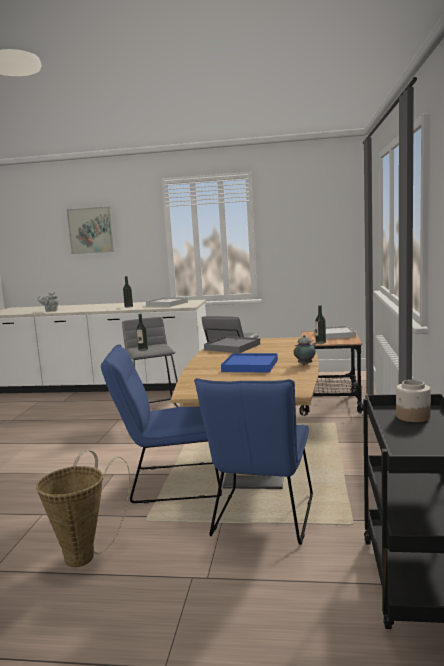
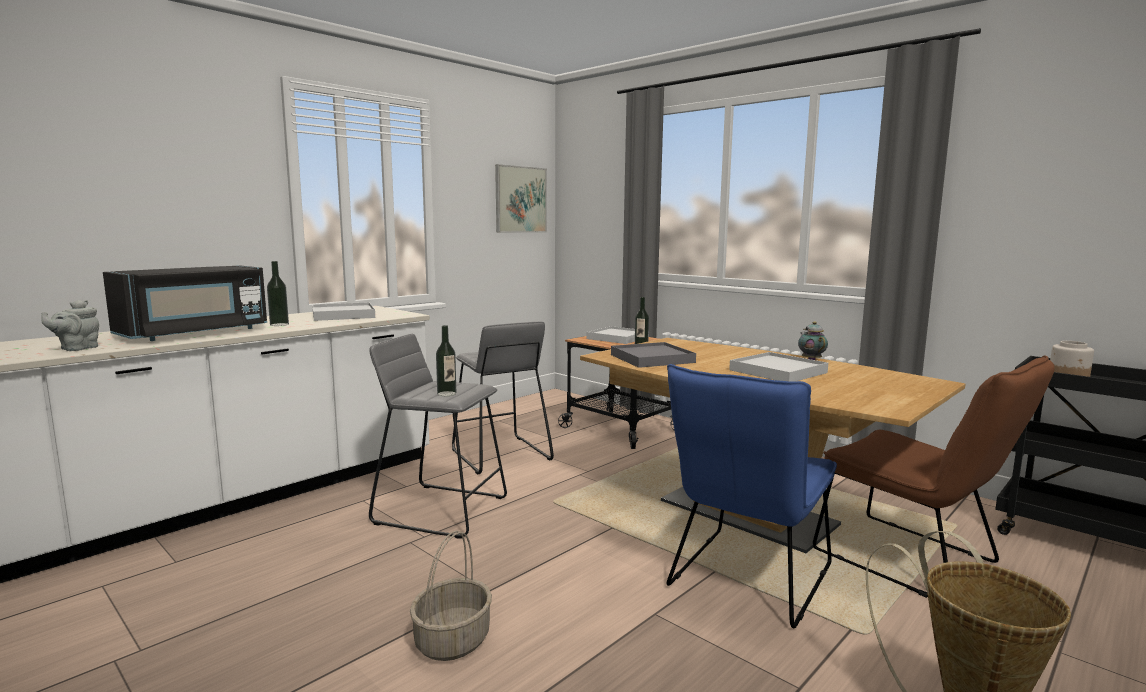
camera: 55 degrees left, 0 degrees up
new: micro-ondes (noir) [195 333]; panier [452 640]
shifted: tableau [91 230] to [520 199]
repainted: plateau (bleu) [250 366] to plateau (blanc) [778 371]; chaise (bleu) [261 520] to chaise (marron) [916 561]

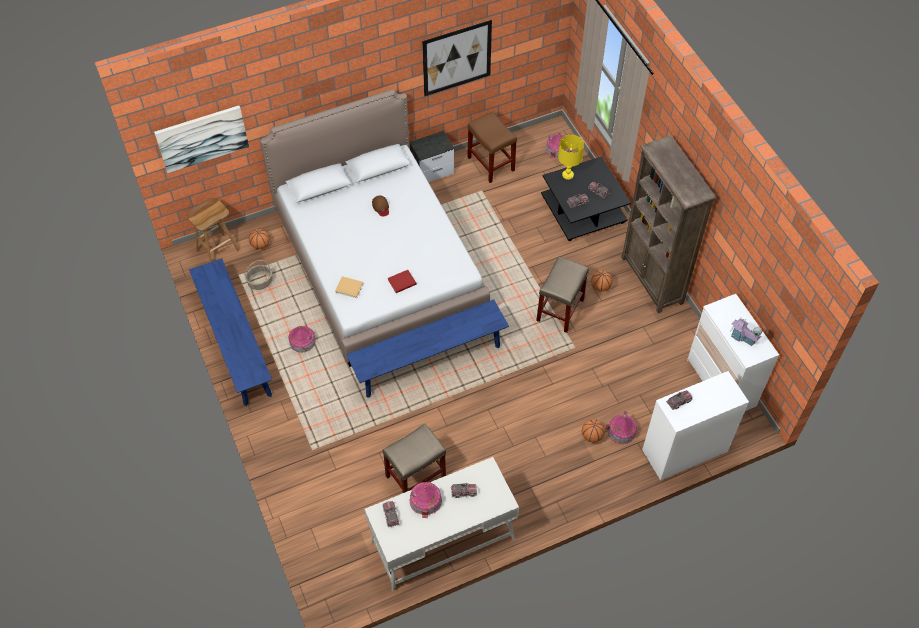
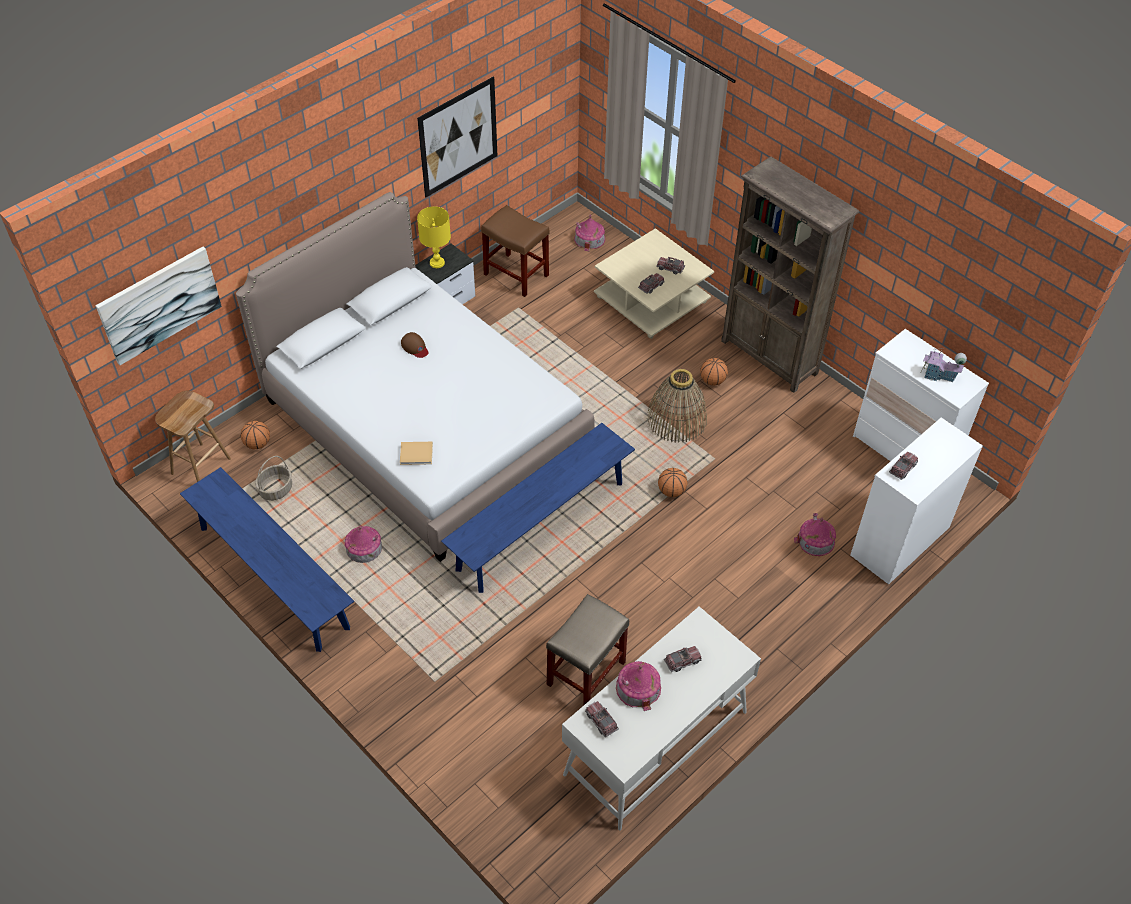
camera: 20 degrees left, 5 degrees down
gone: livre (rouge) [401 282]
shifted: lampe de table (jaune) [568 175] to [437 262]; ballon de basket [592 436] to [671 491]
swapped: tabouret (beige) [560 309] to panier [676 419]
repainted: table basse (noir) [582 210] to table basse (beige) [650 299]

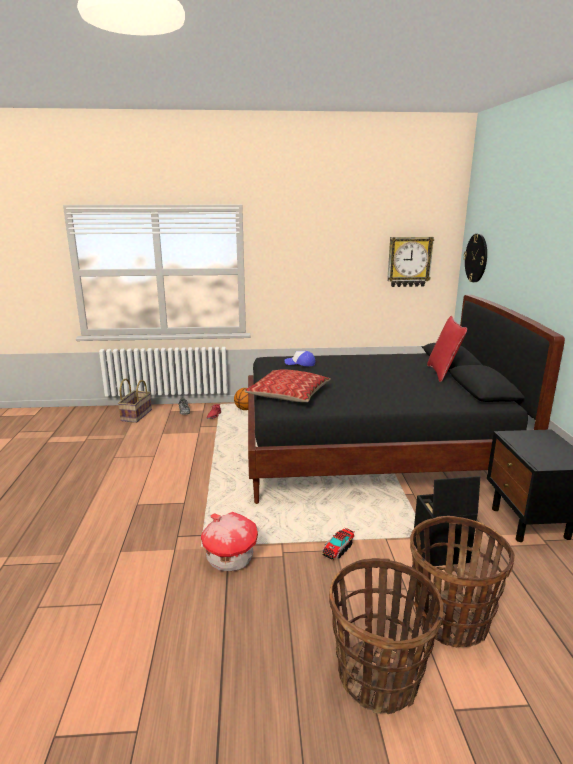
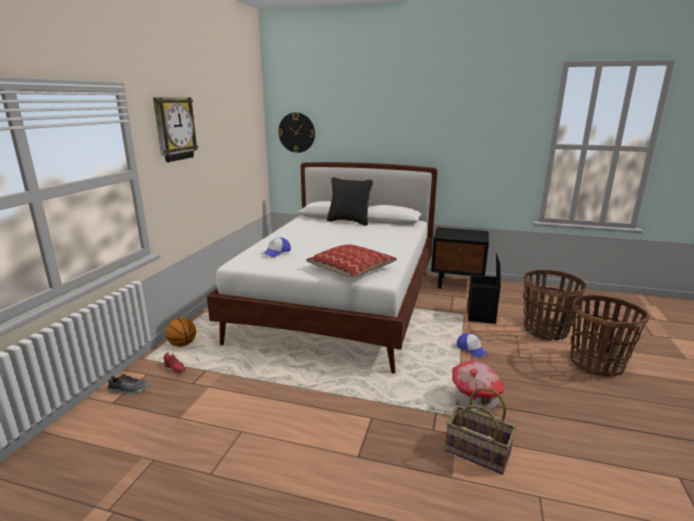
camera: 70 degrees left, 0 degrees up
shifted: horloge murale [409 261] to [174 129]; panier [136 415] to [476 453]
swapped: camion jouet [338 549] to casquette [471 349]
repainted: lit (noir) [372 452] to lit (blanc) [341 304]; coussin (rouge) [442 373] to coussin (noir) [349 221]

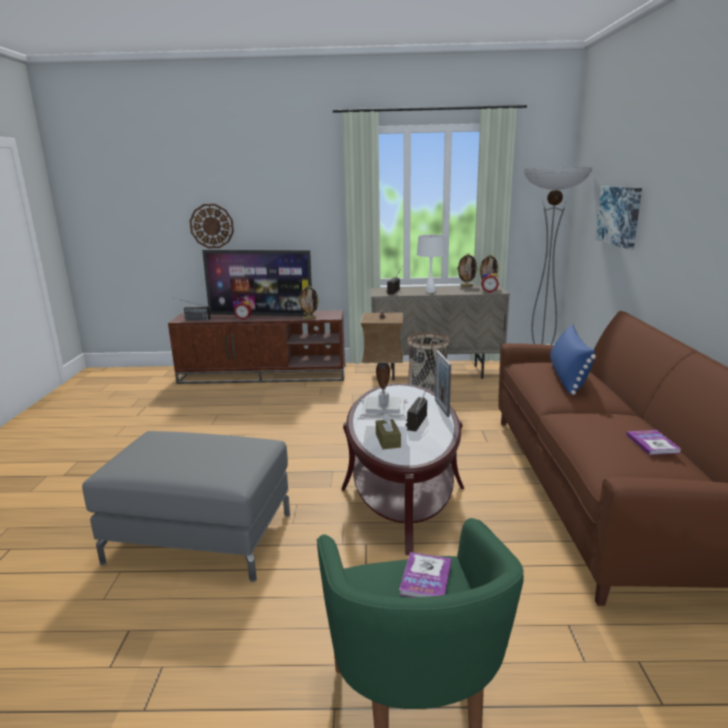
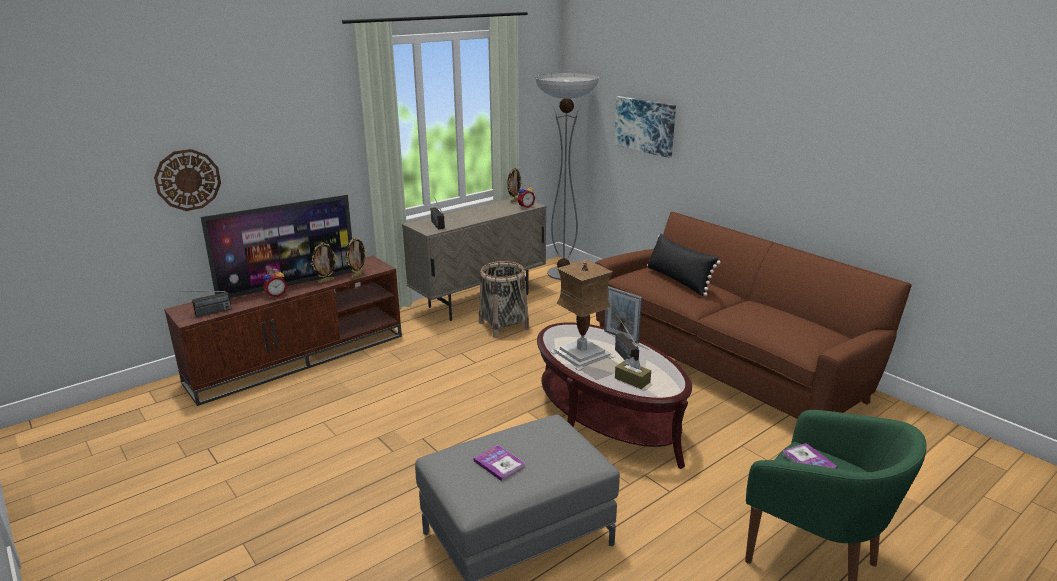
camera: 40 degrees left, 5 degrees up
gone: lampe de table (blanc) [430 291]
shifted: cadre photo [466 286] to [326 281]; livre [652 444] to [499 464]
repainted: coussin (bleu) [567 377] to coussin (noir) [678 280]

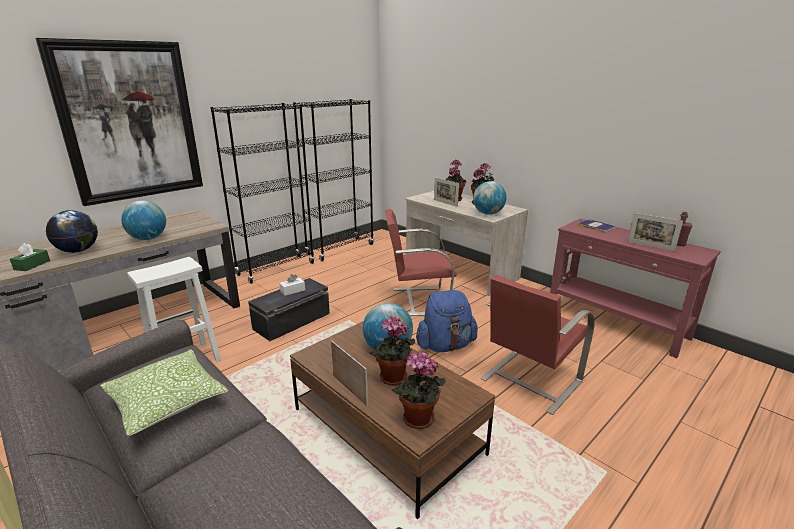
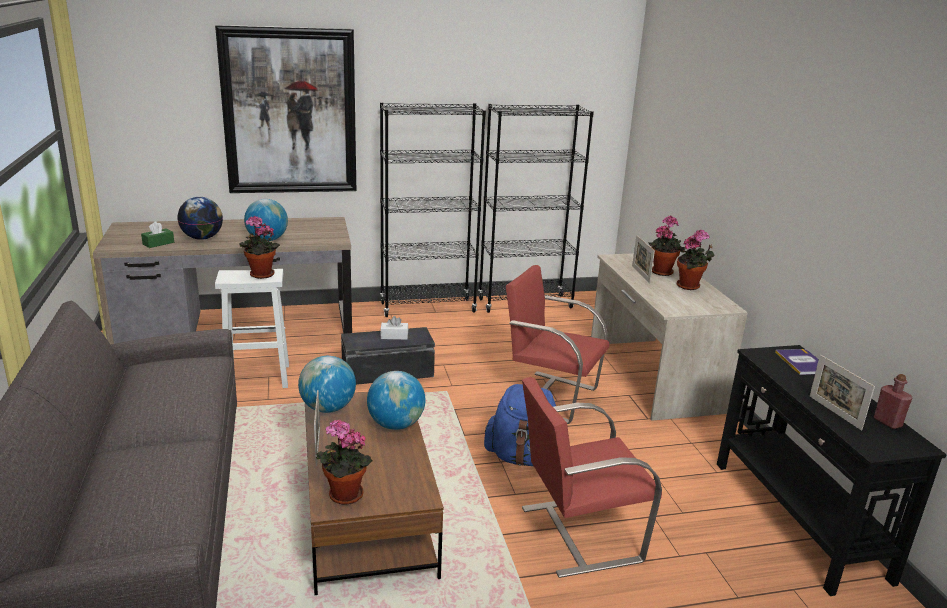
camera: 30 degrees right, 0 degrees up
gone: coussin [167 401]
shifted: globe [488 213] to [328 408]; plante en pot [393 379] to [260 275]
repainted: table console (rouge) [616 323] to table console (noir) [797 519]

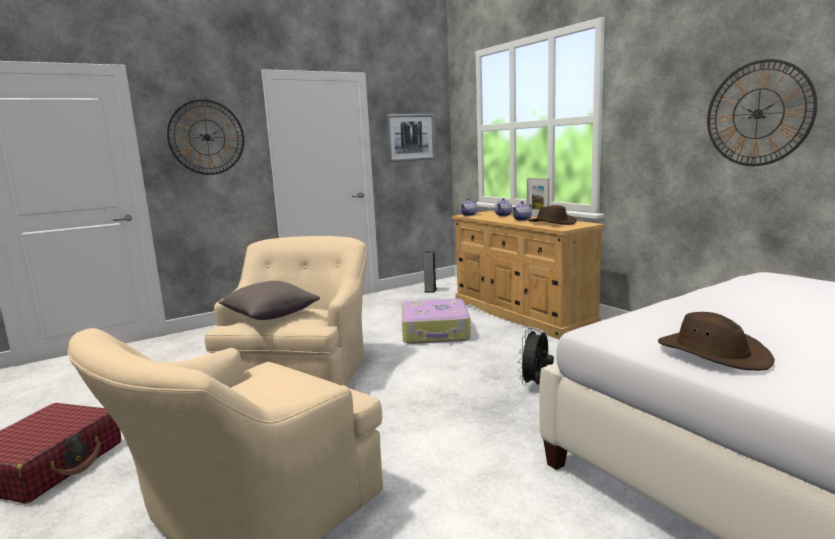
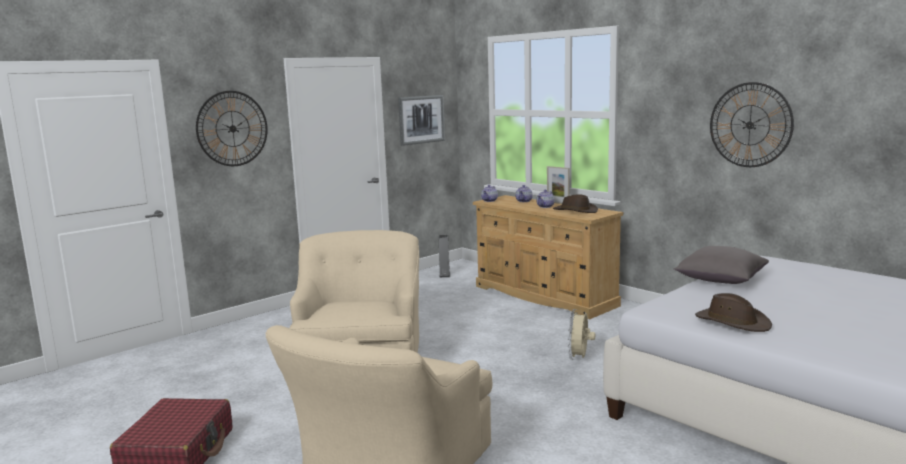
camera: 10 degrees left, 0 degrees up
gone: valise [435 332]
shifted: coussin (gris) [270 315] to [720 280]
repainted: ventilateur (noir) [535 384] to ventilateur (beige) [579 358]

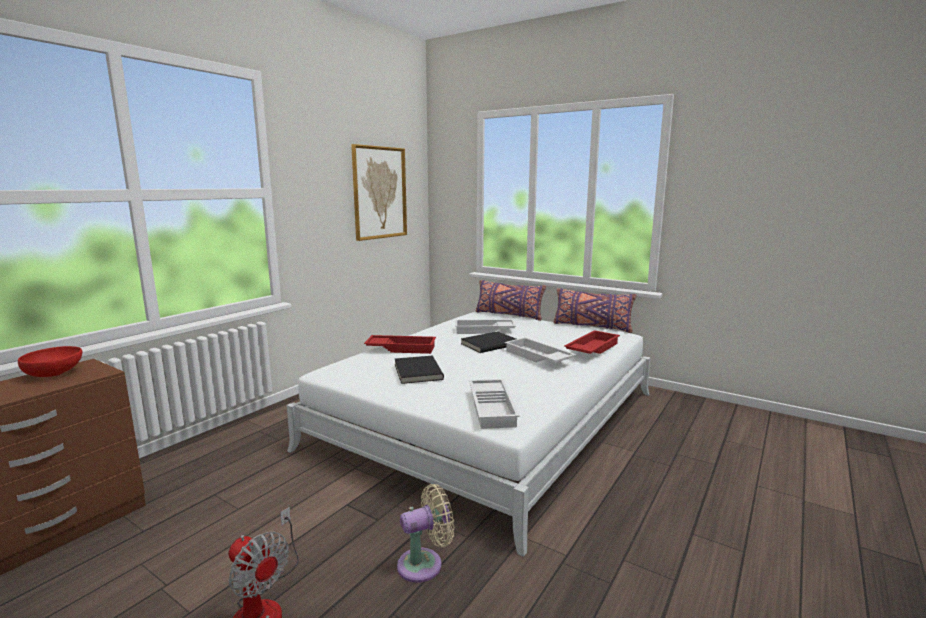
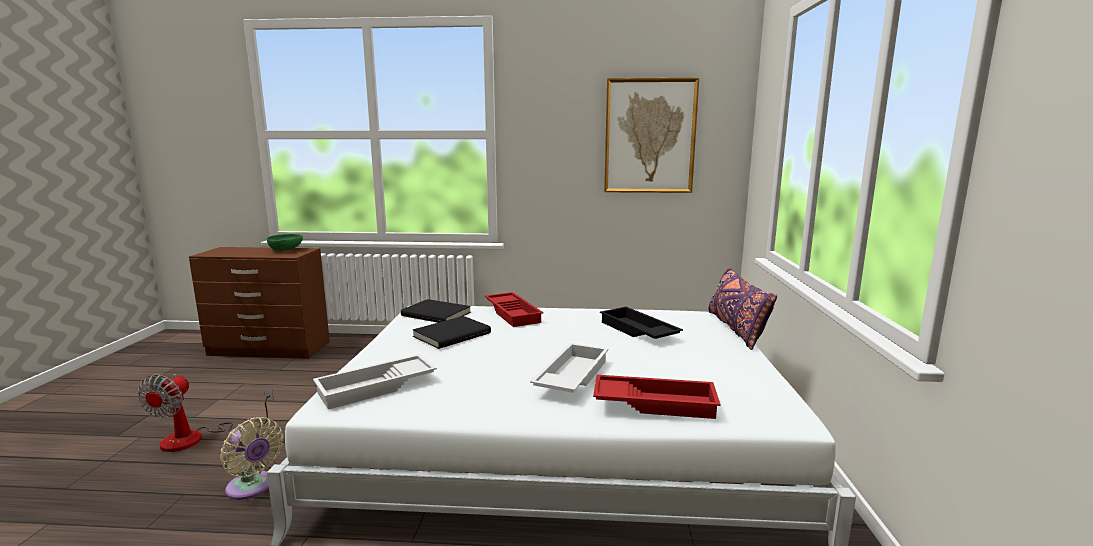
camera: 60 degrees right, 0 degrees up
gone: coussin (violet) [592 327]
shifted: livre (noir) [488 344] to [437 313]
repainted: plateau (blanc) [484 330] to plateau (noir) [637 331]; bol (rouge) [55 373] to bol (vert) [286 250]

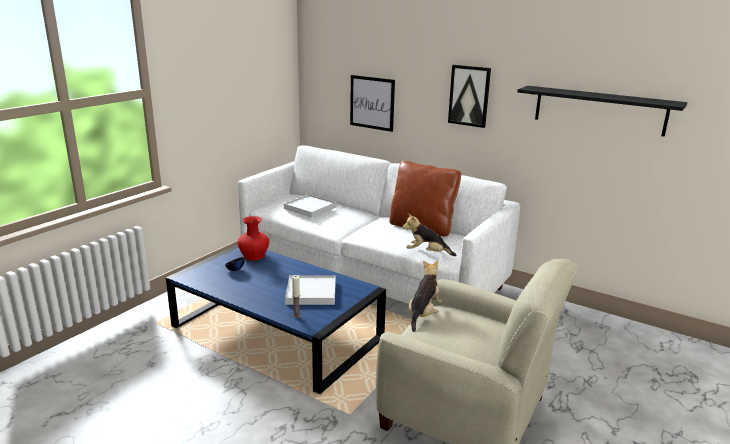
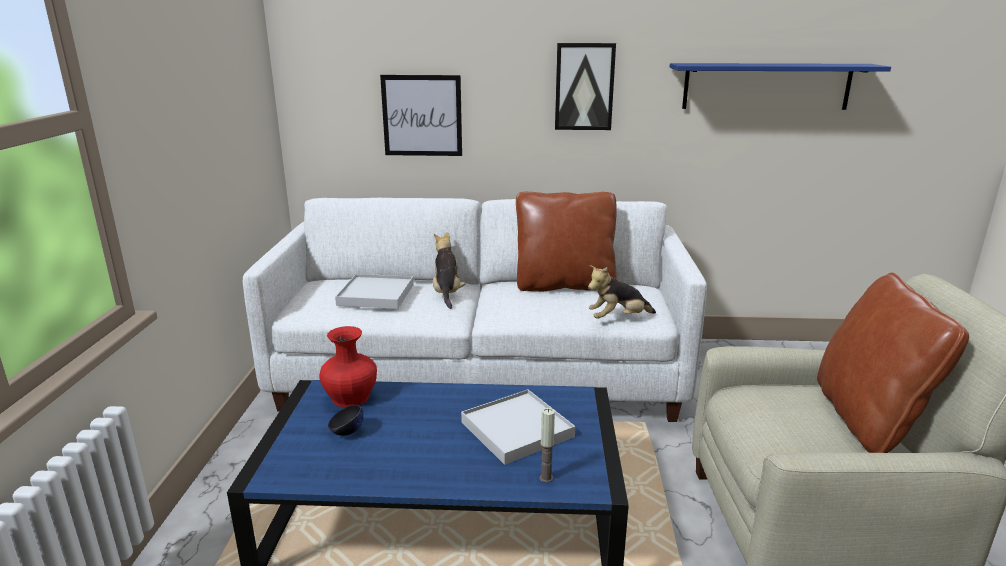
camera: 30 degrees left, 0 degrees up
new: coussin (marron) [868 420]
shifted: peluche [423 314] to [447 293]
repainted: étagère (noir) [599 110] to étagère (bleu) [766 86]

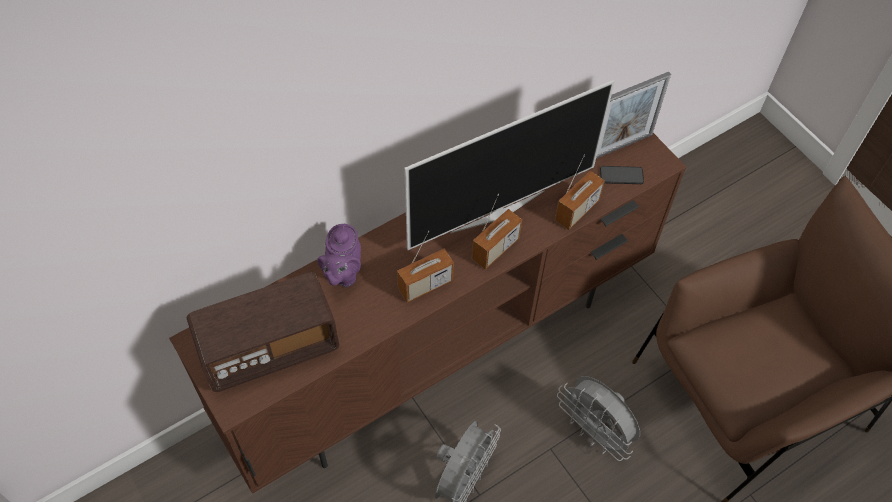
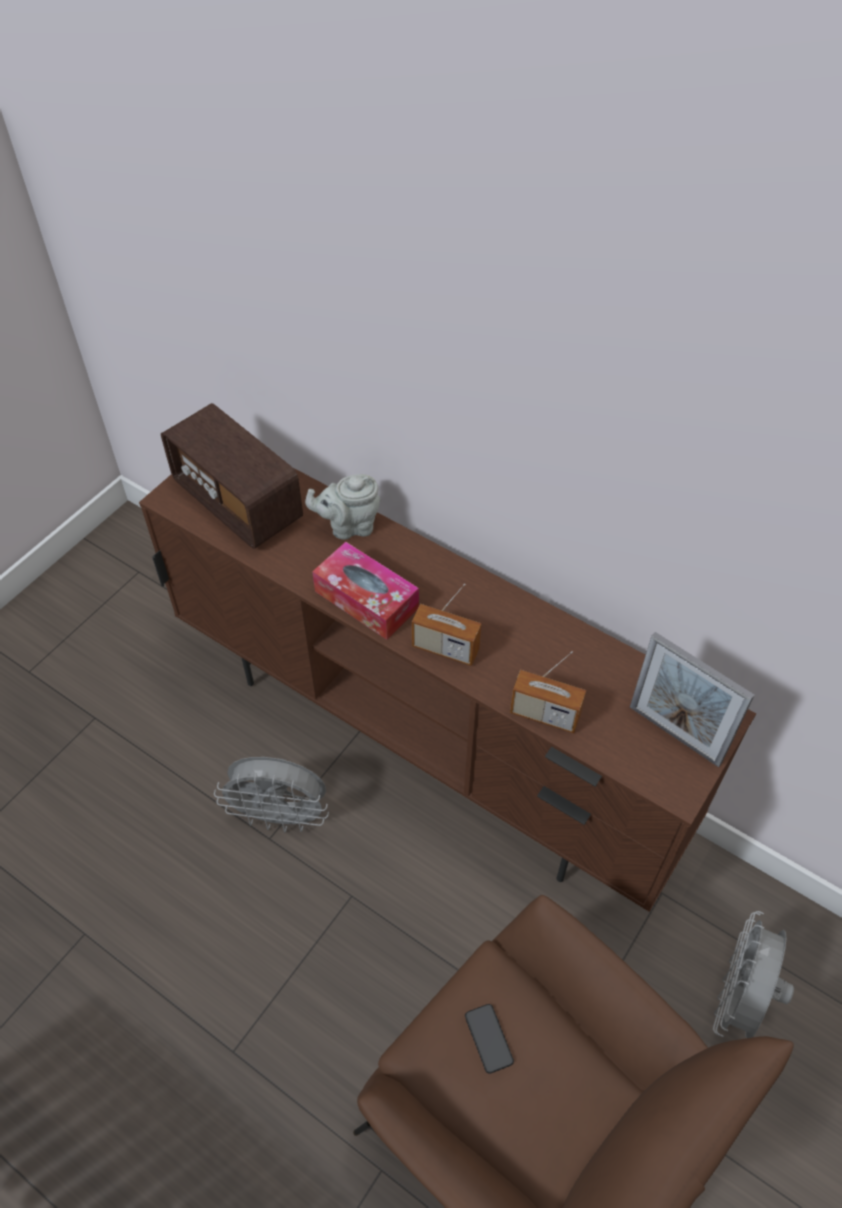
camera: 70 degrees right, 5 degrees down
gone: téléviseur [497 210]
shifted: téléphone [621 176] to [488 1038]; ventilateur (gris) [595 432] to [738 998]
swapped: radio [425 285] to boîte à mouchoirs [366 599]
repainted: théière (violet) [342 273] to théière (gris) [349 526]

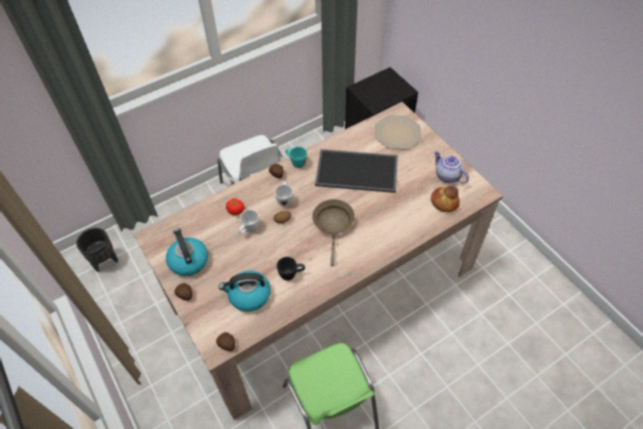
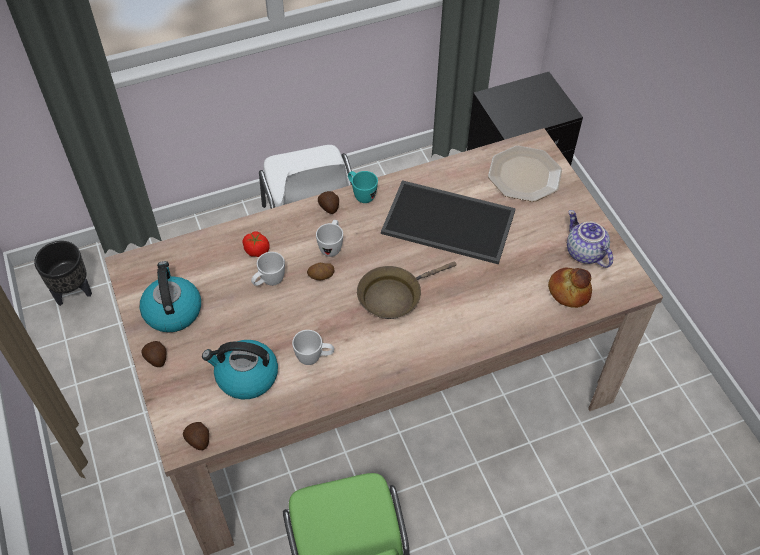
camera: 10 degrees right, 0 degrees up
repainted: mug (noir) [291 274] to mug (blanc) [314 358]
rotated: poêle (marron) [333 224] = [394 296] 135 degrees counterclockwise

